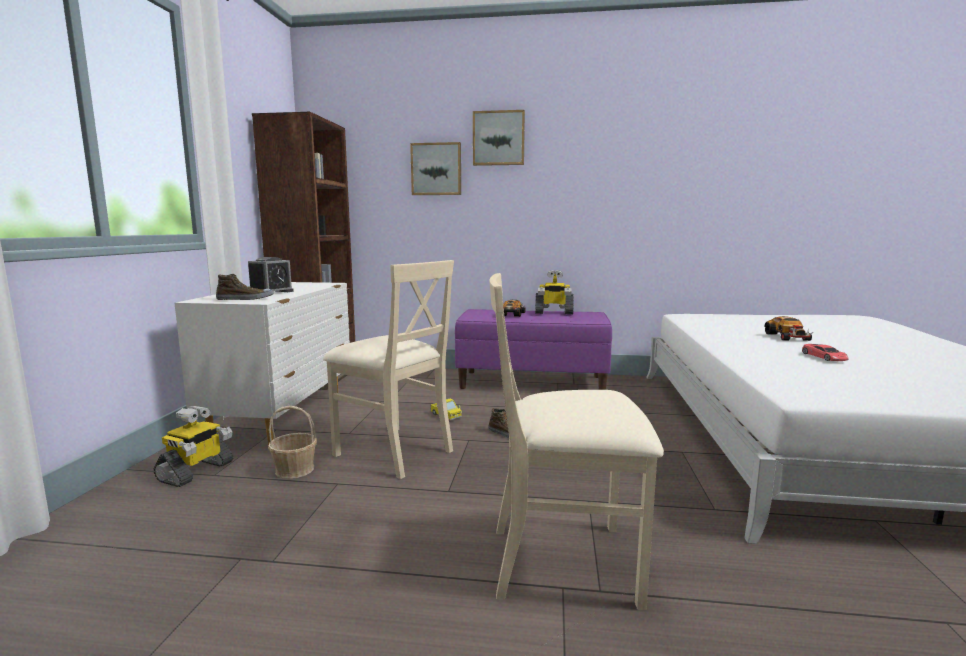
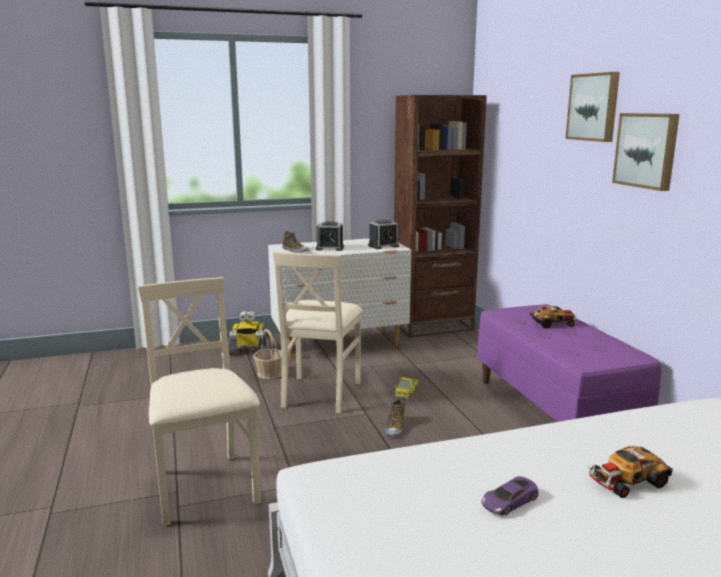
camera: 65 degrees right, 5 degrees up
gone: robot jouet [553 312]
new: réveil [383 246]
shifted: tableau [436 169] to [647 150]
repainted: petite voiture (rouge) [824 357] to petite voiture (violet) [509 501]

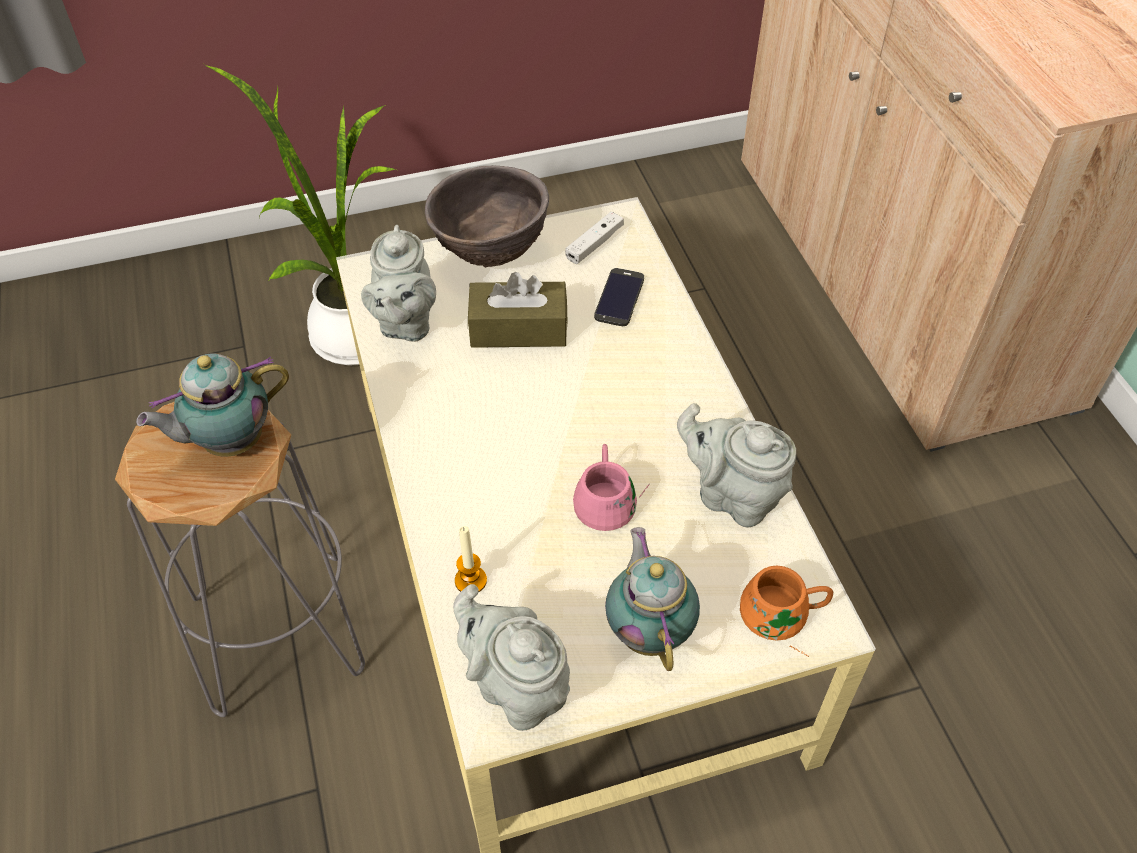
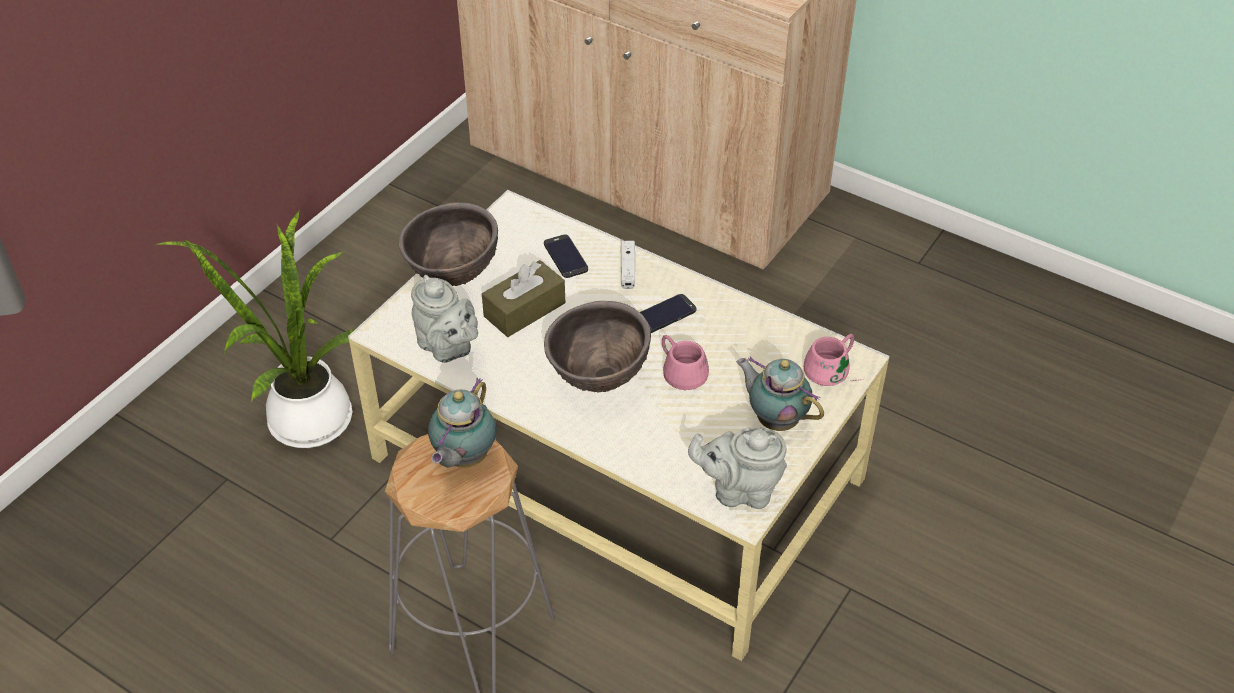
camera: 40 degrees left, 5 degrees down
gone: théière (gris) [732 495]; bougie [470 580]
new: téléphone [665 314]; bol (marron) [598 379]
shifted: manette (blanc) [594 244] to [628 269]
repainted: mug (orange) [783 619] to mug (rose) [834 370]

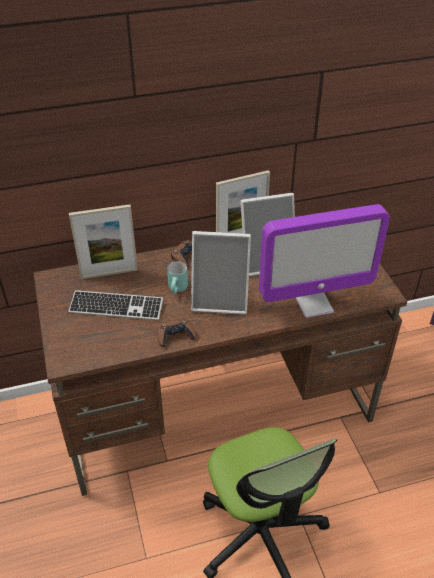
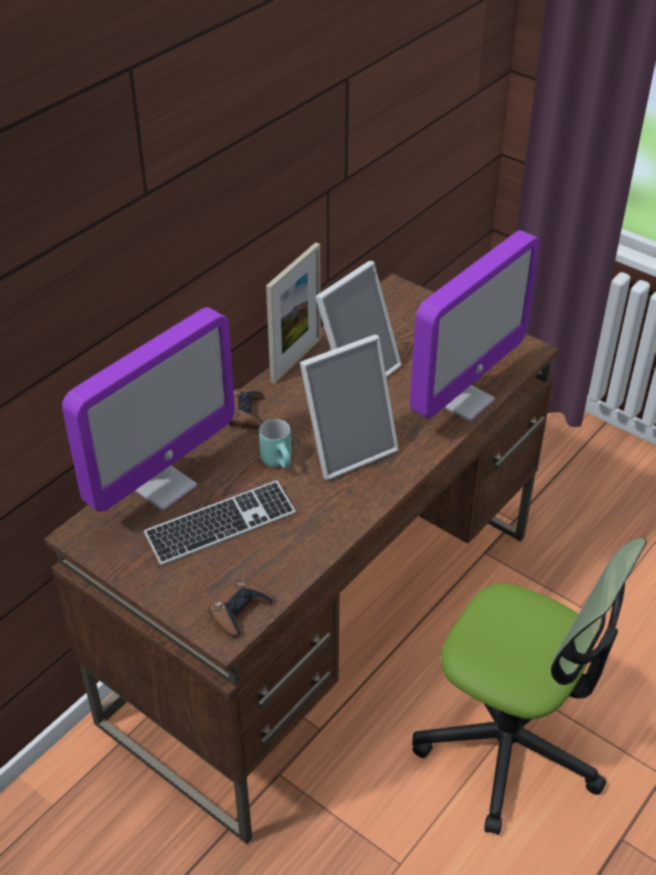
camera: 35 degrees left, 0 degrees up
shifted: manette (marron) [175 335] to [239 611]
swapped: cadre photo [109 273] to écran d'ordinateur [162 486]

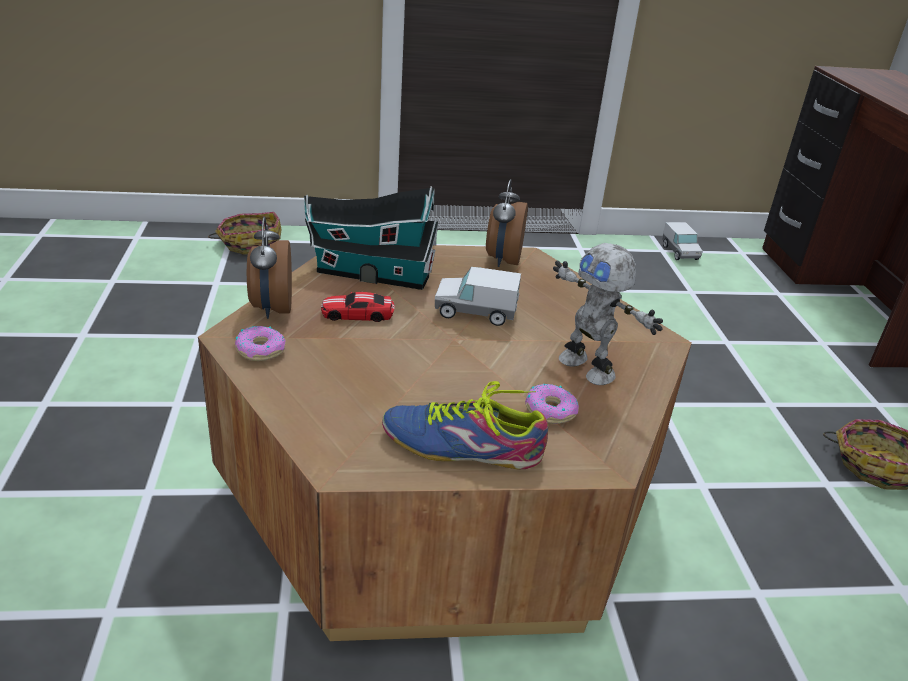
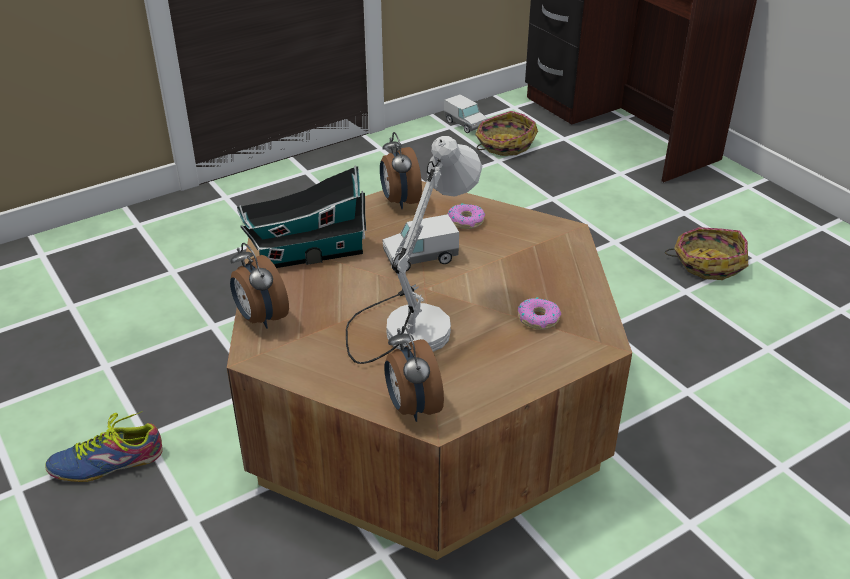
camera: 25 degrees left, 5 degrees up
gone: robot jouet [588 368]; petite voiture [357 314]
new: lampe de table (blanc) [408 322]; réveil [412 407]
shifted: panier [249 243] to [504 144]; beignet [260 350] to [466 221]; chaussure [462 447] to [107 463]

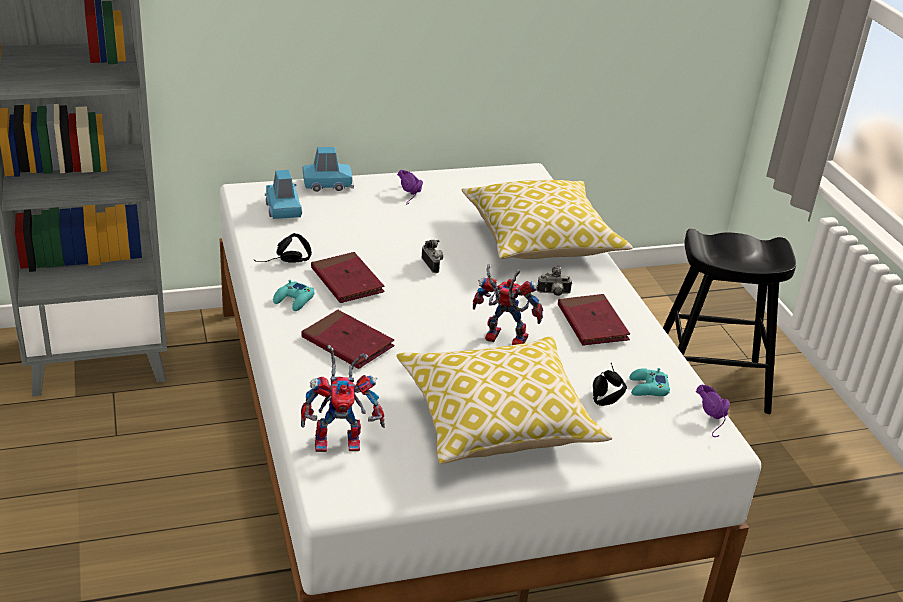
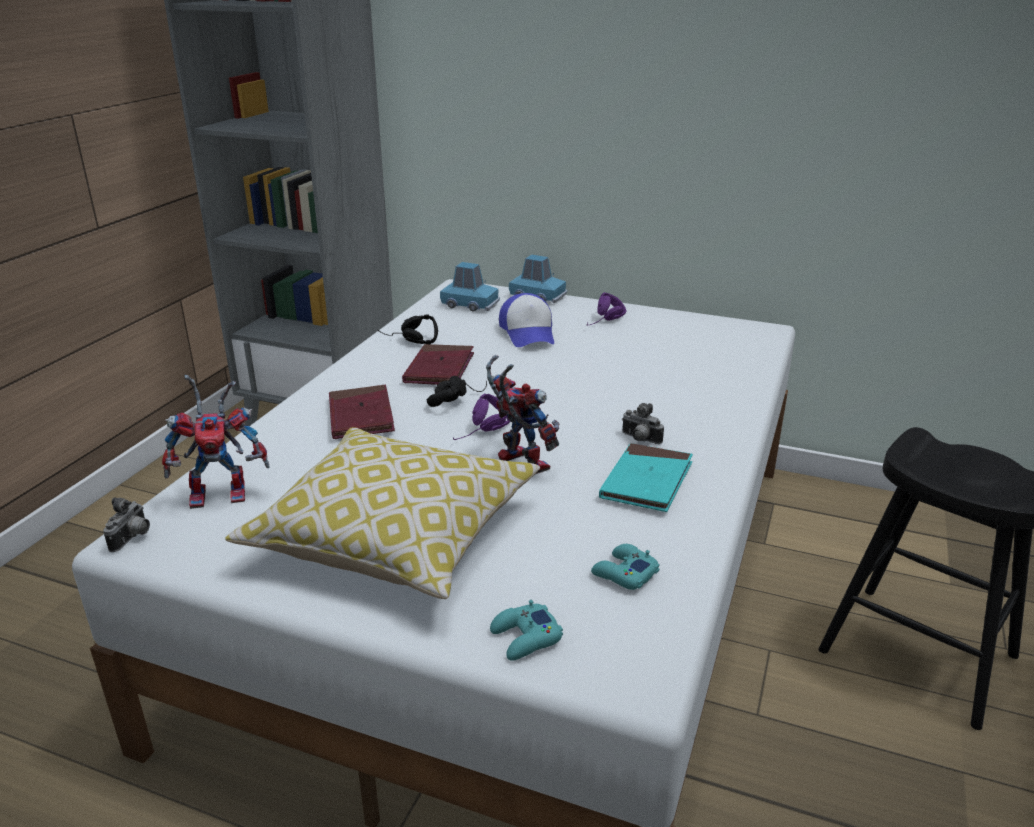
camera: 40 degrees right, 5 degrees down
gone: coussin [541 240]
new: casquette [528 333]
shifted: appareil photo [433 265] to [133 538]; manette (turquoise) [294 300] to [525 638]; casque audio (noir) [603 389] to [456 399]; casque audio (violet) [716 420] to [484 432]
repainted: livre (rouge) [592 323] to livre (turquoise) [646 481]
rotated: petite voiture (bleu) [283 208] = [470 304] 90 degrees clockwise; robot jouet [341 439] = [224 493] 45 degrees counterclockwise

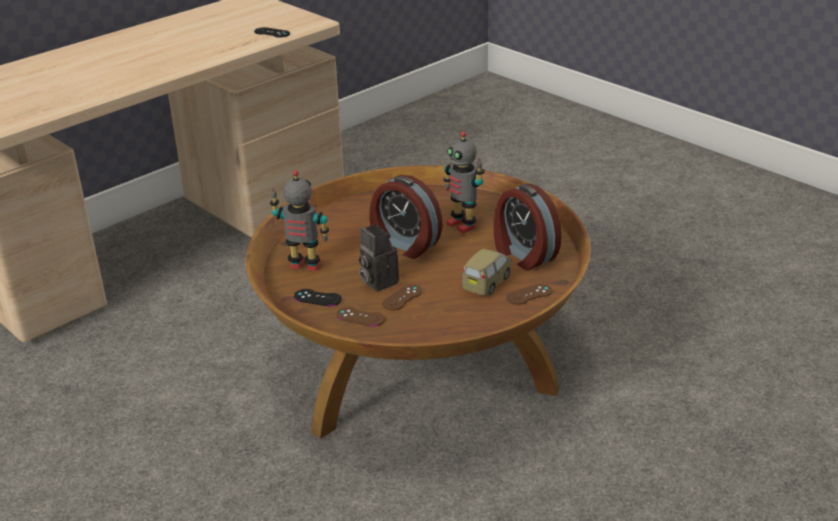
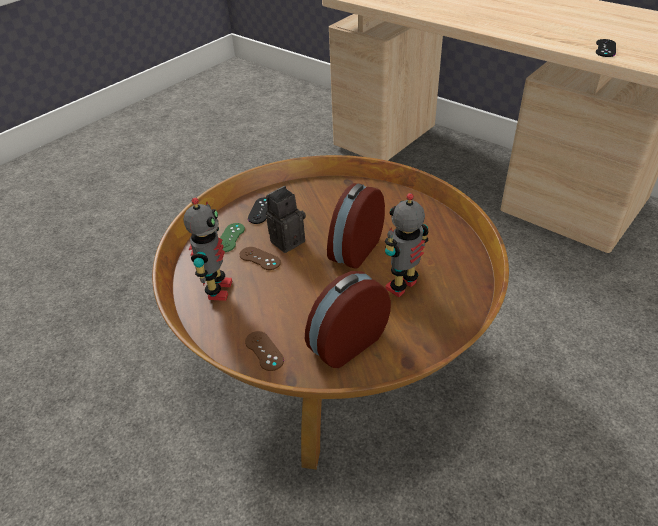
camera: 85 degrees right, 10 degrees up
gone: petite voiture [487 282]
shifted: robot jouet [304 266] to [217 290]
repainted: manette (marron) [360 317] to manette (vert) [230 237]

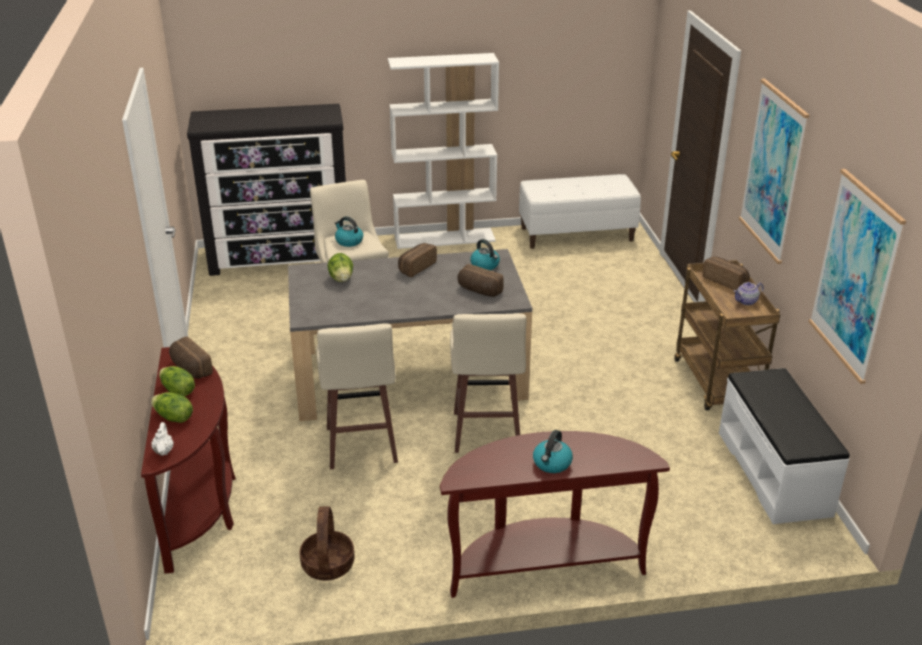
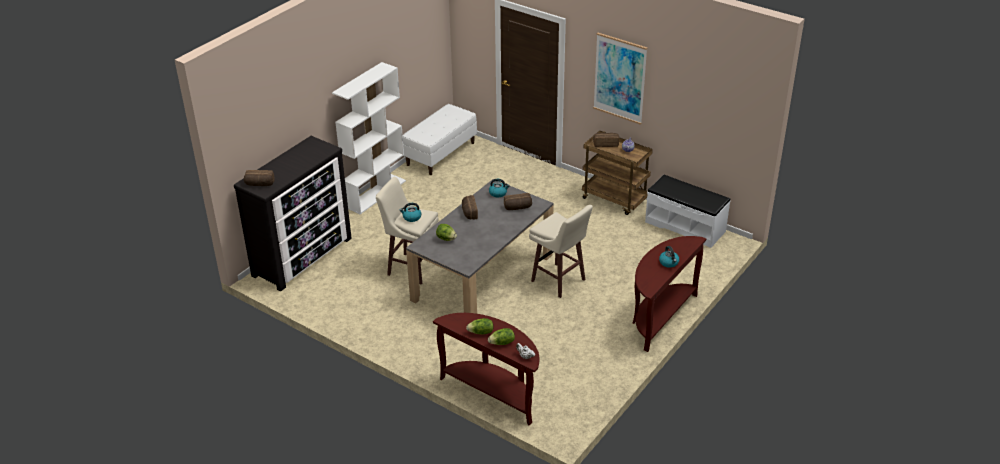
camera: 45 degrees left, 5 degrees up
gone: tableau [855 275]; tabouret (beige) [361 447]; panier [328 564]
shifted: pain [190 369] to [259 184]

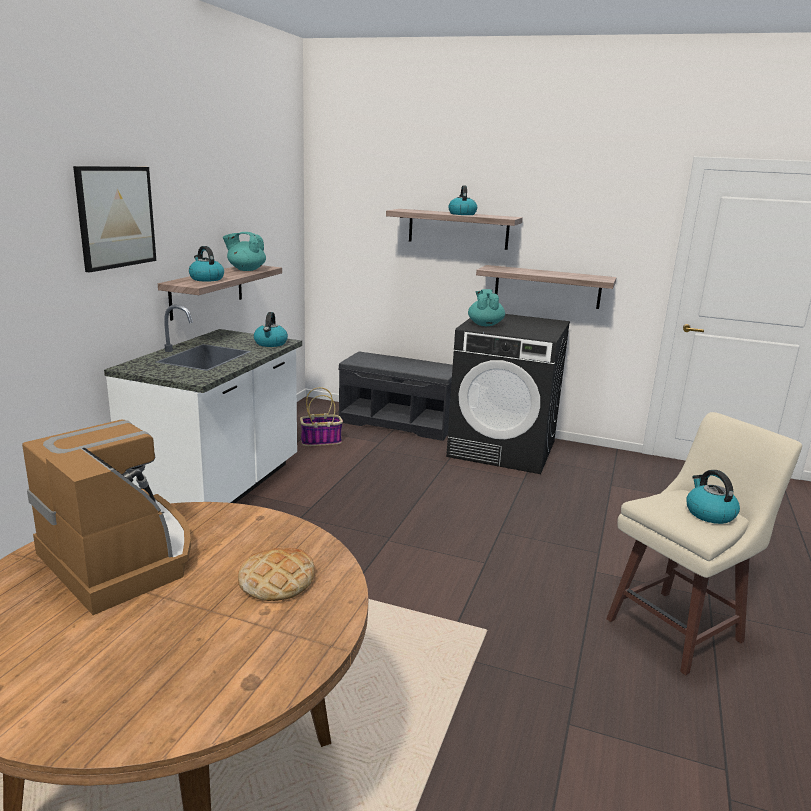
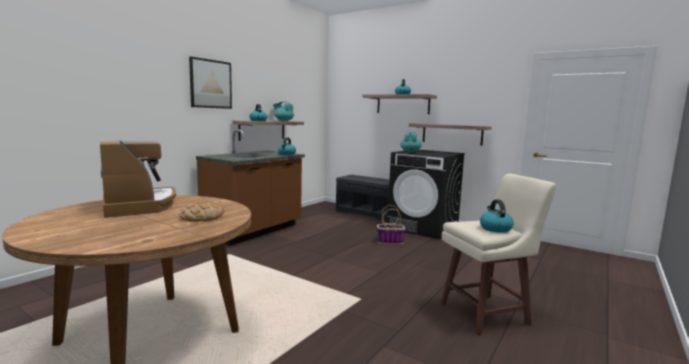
camera: 15 degrees right, 10 degrees down
shifted: panier [321 441] to [390 241]
repainted: comptoir de cuisine (blanc) [219 490] to comptoir de cuisine (marron) [254 231]

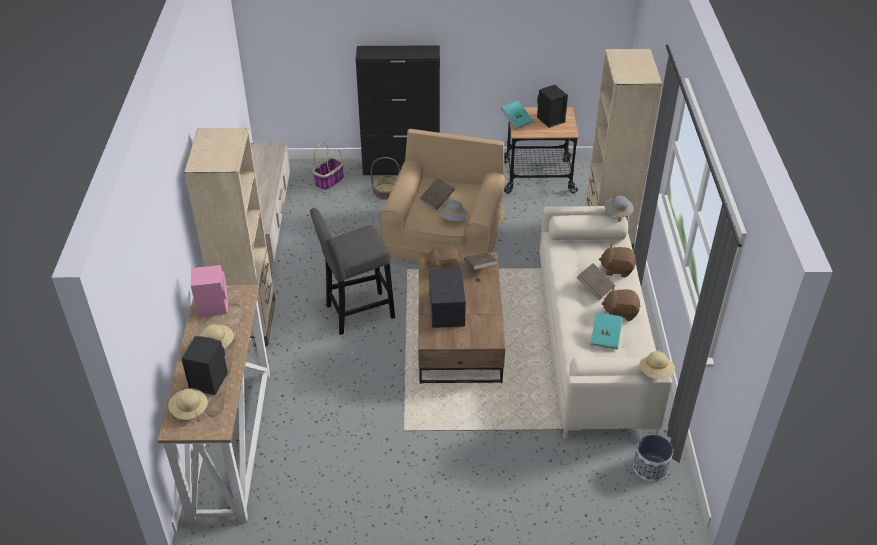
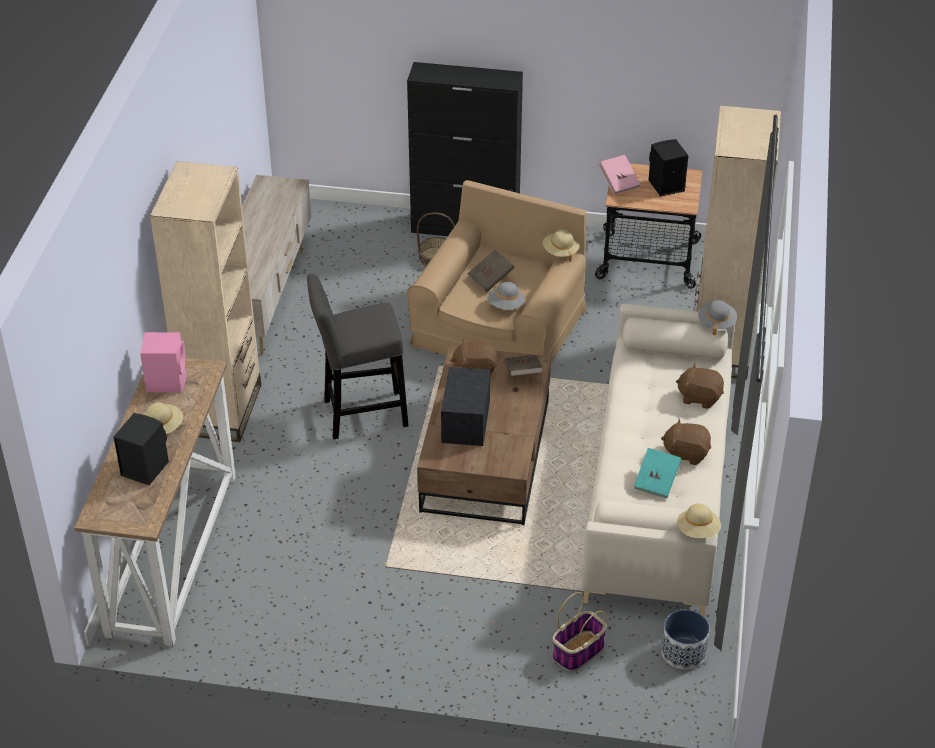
camera: 10 degrees right, 0 degrees up
gone: livre (marron) [595 287]
shifted: panier [329 181] to [578 652]; chapeau (beige) [189 410] to [560 251]
repainted: livre (turquoise) [516 121] to livre (rose) [619 182]

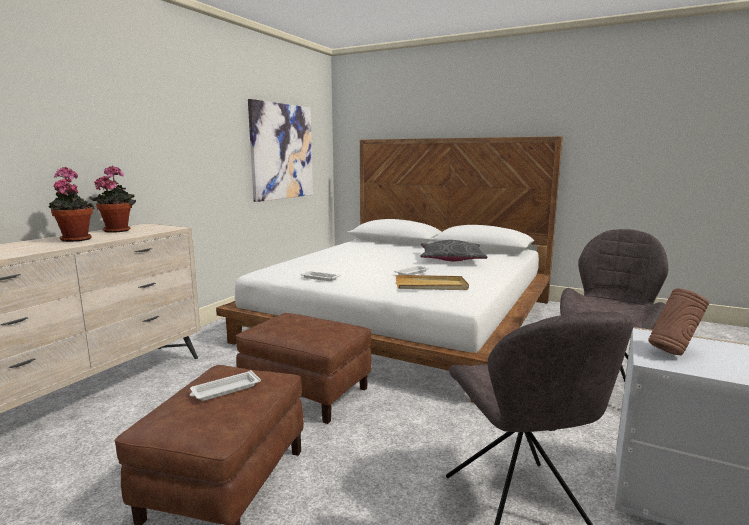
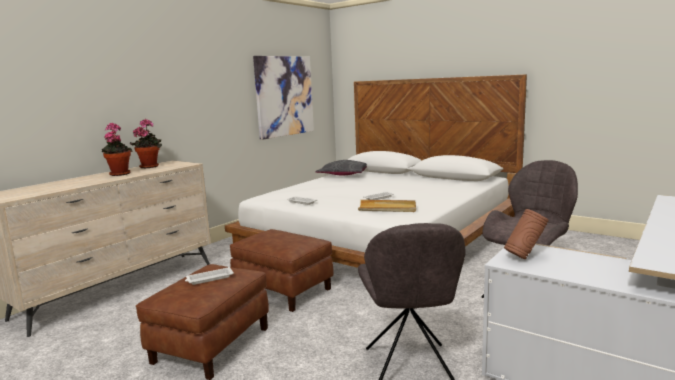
camera: 10 degrees right, 0 degrees up
shifted: coussin (gris) [451 260] to [344 174]

